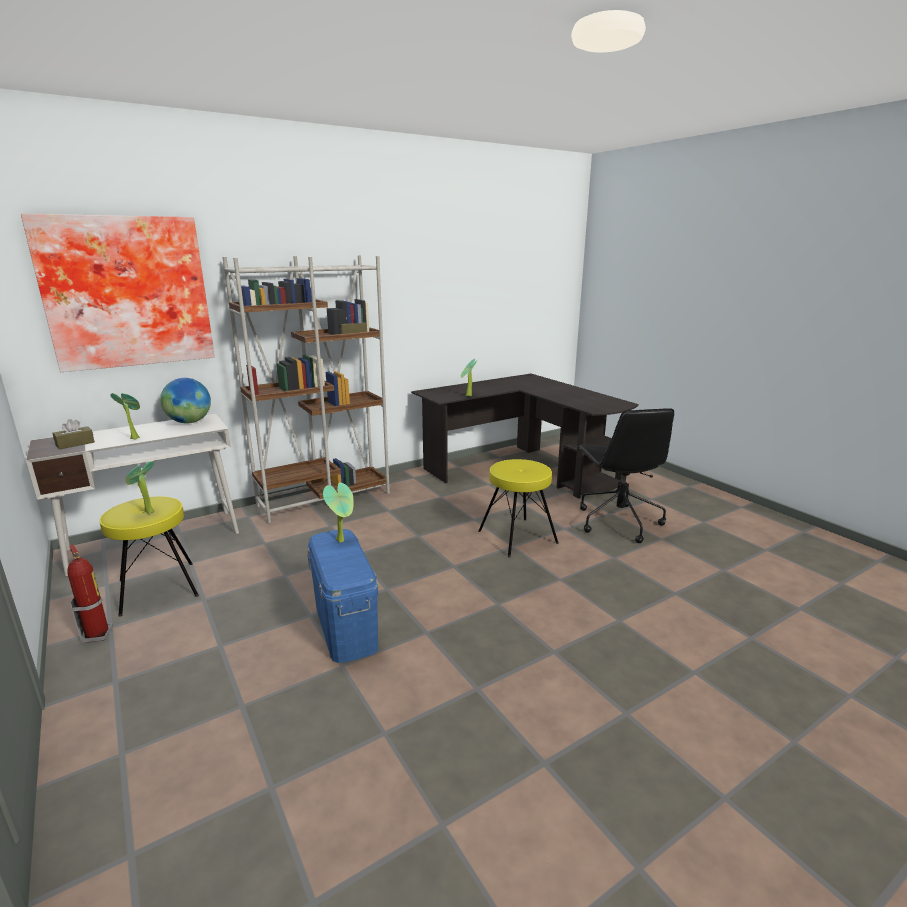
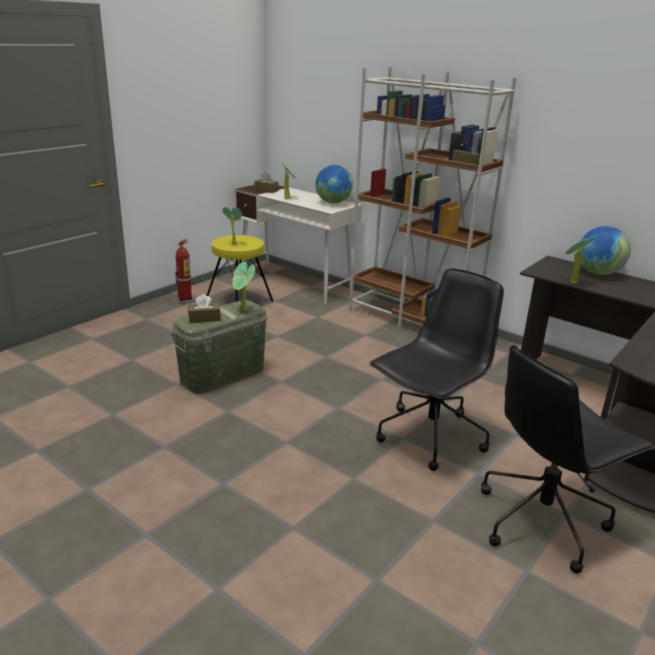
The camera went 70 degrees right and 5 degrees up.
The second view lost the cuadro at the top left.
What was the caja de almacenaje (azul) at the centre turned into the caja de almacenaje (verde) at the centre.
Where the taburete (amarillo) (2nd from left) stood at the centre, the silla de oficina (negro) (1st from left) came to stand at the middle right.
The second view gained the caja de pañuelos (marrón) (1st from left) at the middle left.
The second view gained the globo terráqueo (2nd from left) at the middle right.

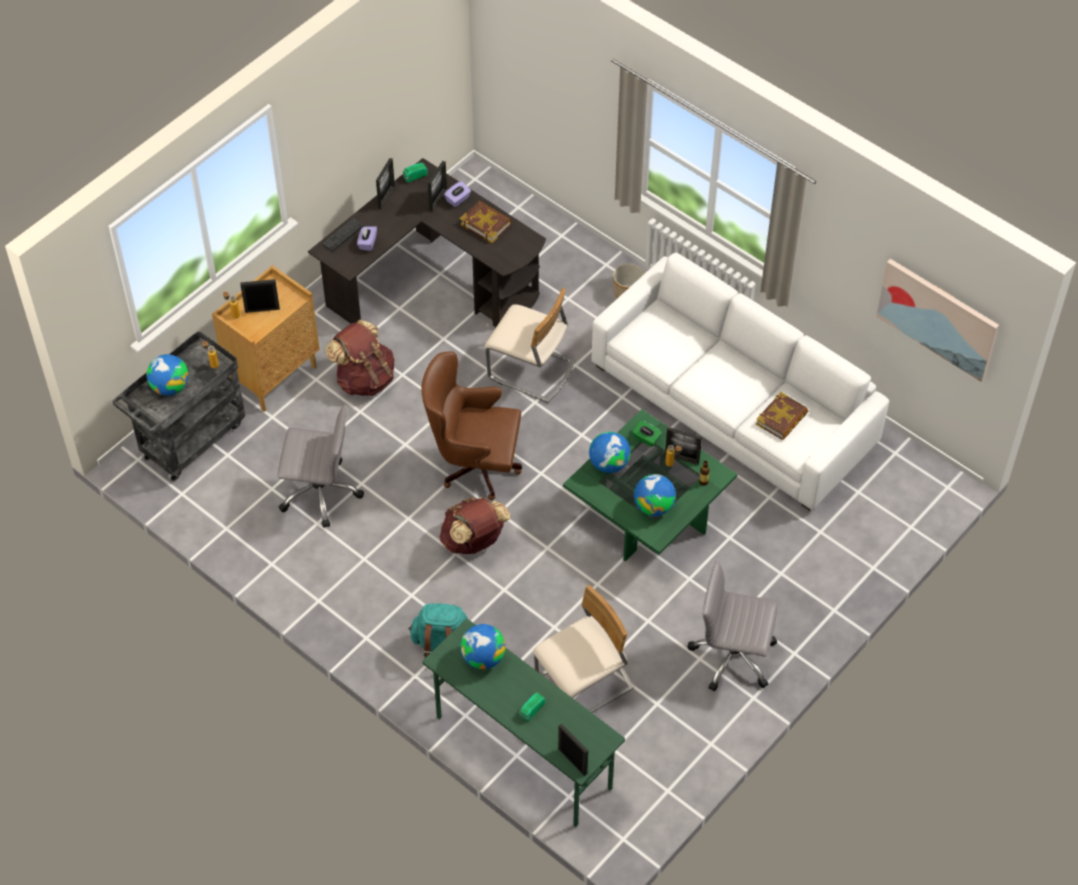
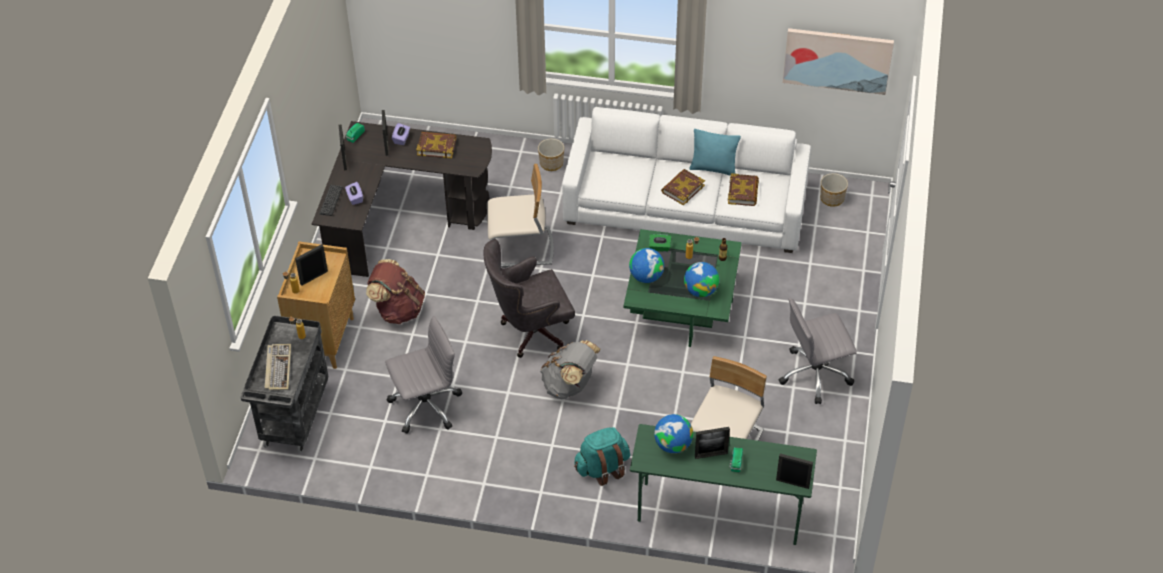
The camera went 30 degrees left and 5 degrees down.
Where the globo terráqueo (1st from left) stood at the middle left, the teclado (1st from left) came to stand at the middle left.
What was the silla de oficina (marrón) at the centre turned into the silla de oficina (gris) (2nd from left) at the centre.
What was the mochila (marrón) (2nd from left) at the centre turned into the mochila (gris) at the centre.
The portarretratos (5th from left in the first image) ended up elsewhere, having gone from the centre to the bottom centre.
The second view gained the libro (2nd from left) at the top centre.
The second view gained the cojín (turquesa) at the top centre.
The second view gained the maceta (2nd from left) at the top right.

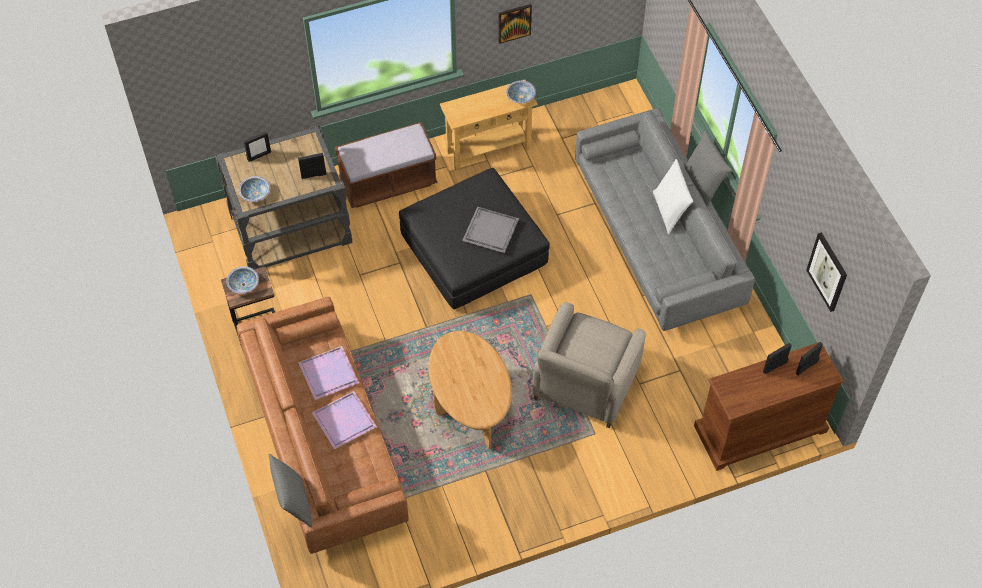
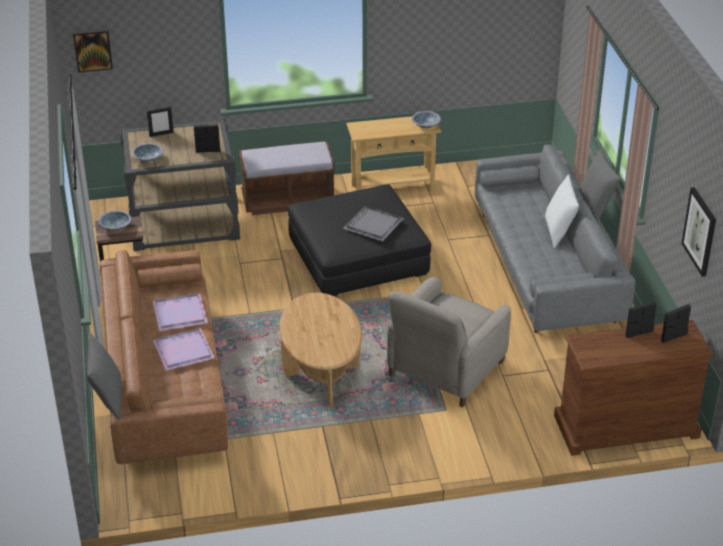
The camera went 10 degrees right and 20 degrees down.
The cuadro (1st from left) ended up elsewhere, having gone from the top centre to the top left.

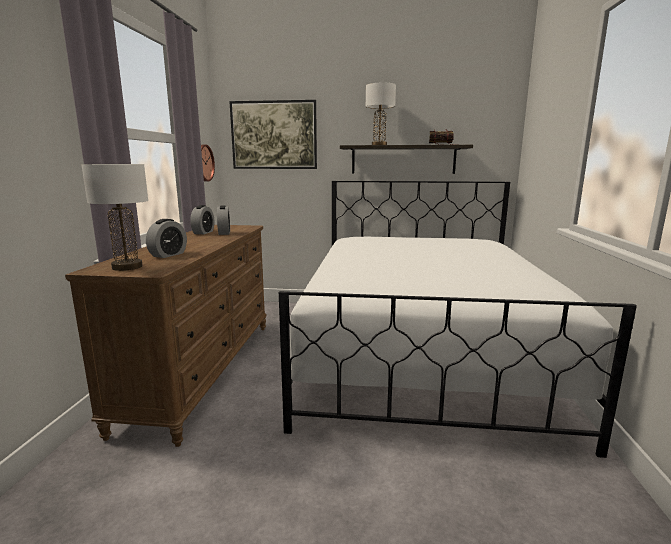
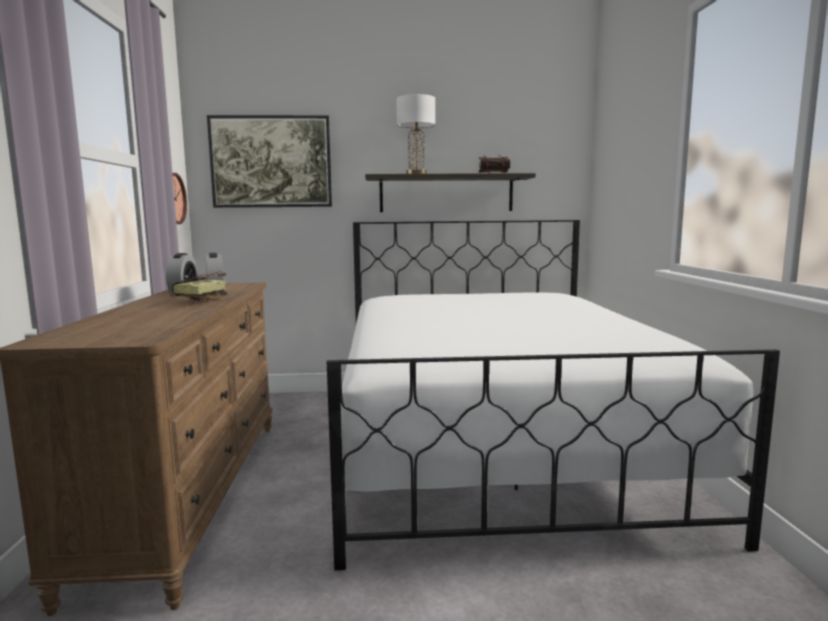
The camera went 10 degrees left and 5 degrees down.
The second view lost the lámpara de mesa (1st from left) at the middle left.
The second view lost the despertador (1st from left) at the middle left.
The second view gained the libro (1st from left) at the middle left.

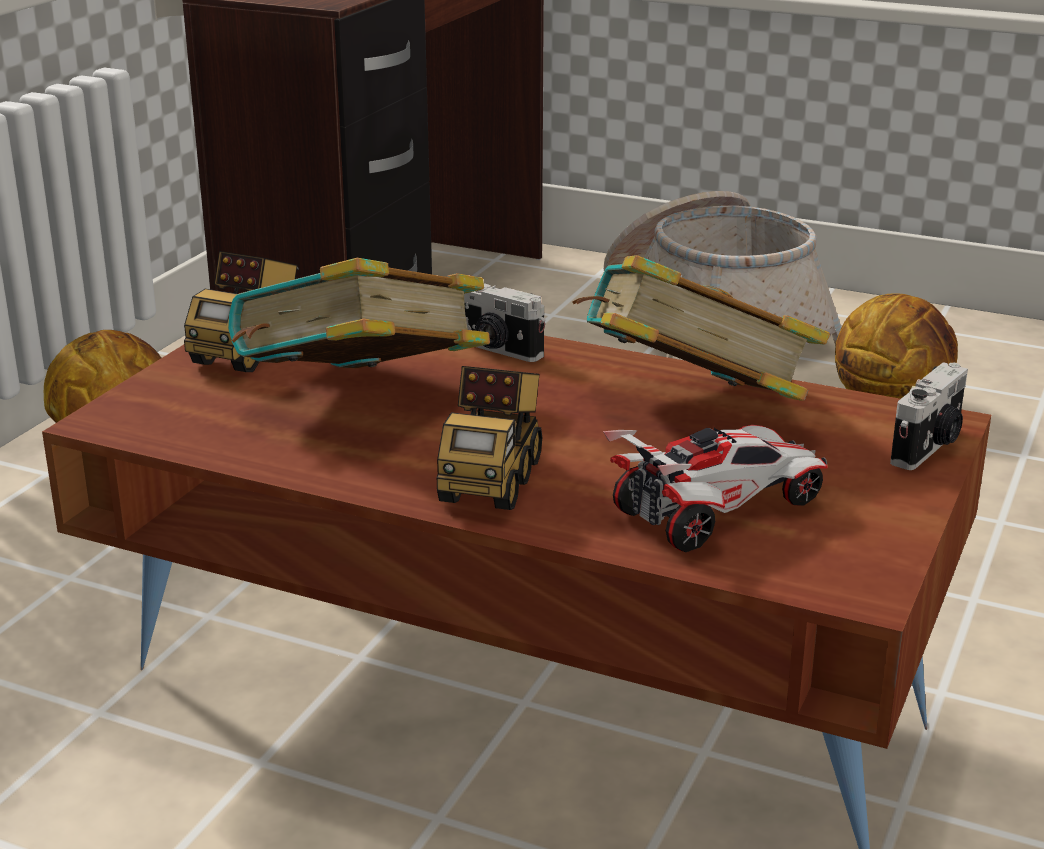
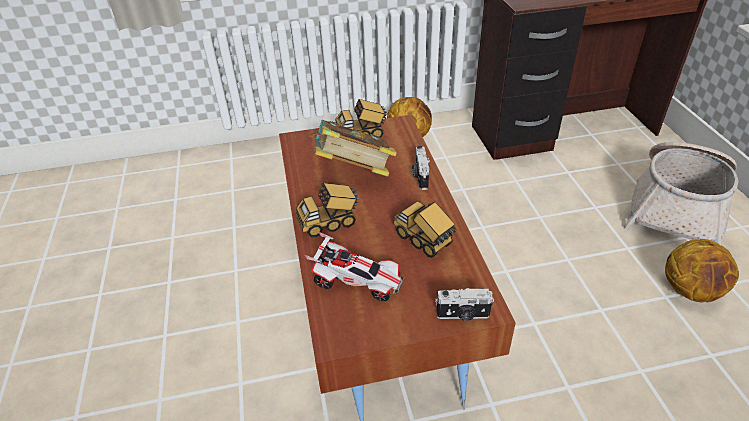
The camera went 55 degrees right and 15 degrees up.
Where the libro (2nd from left) stood at the middle right, the camión de juguete (3rd from left) came to stand at the centre.

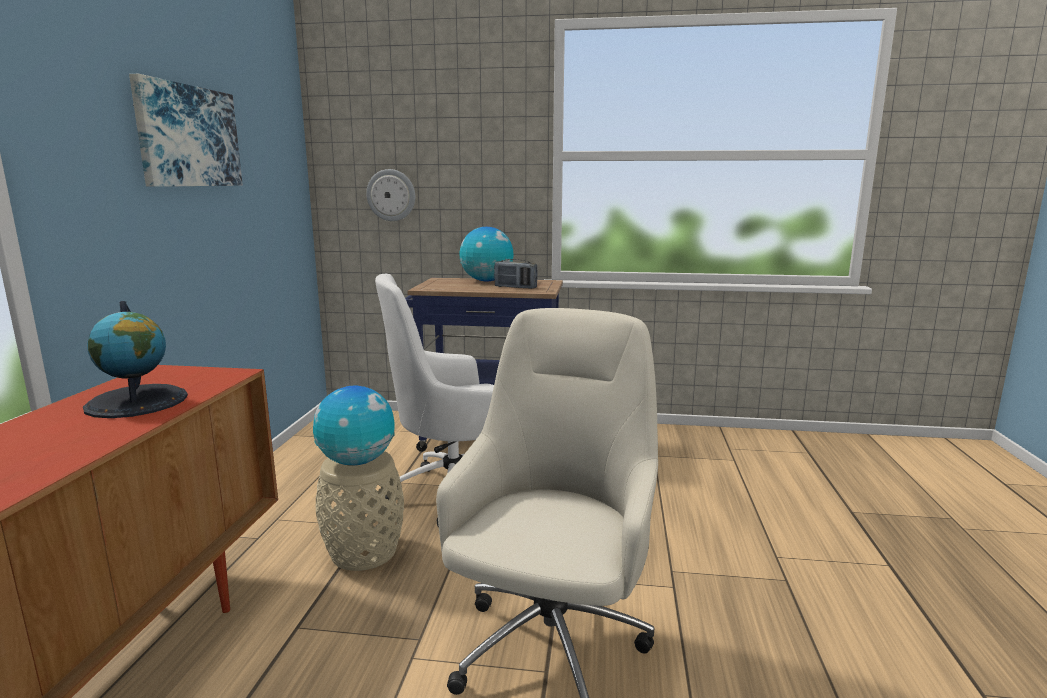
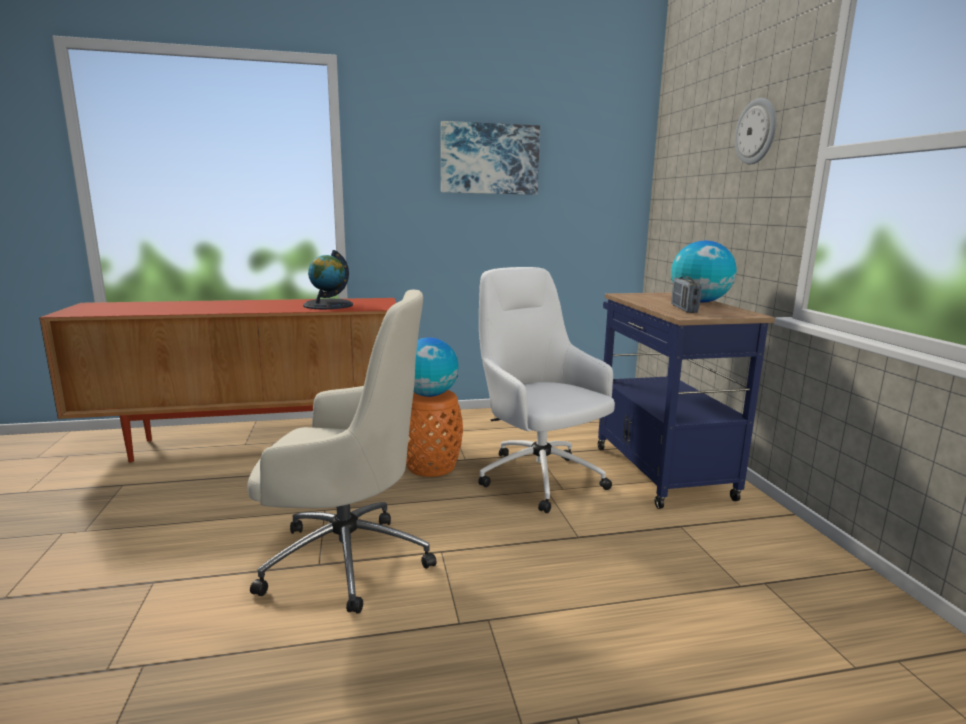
The camera went 70 degrees right and 0 degrees up.
What was the taburete (beis) at the bottom centre turned into the taburete (naranja) at the centre.
The reloj de pared ended up elsewhere, having gone from the top centre to the top right.

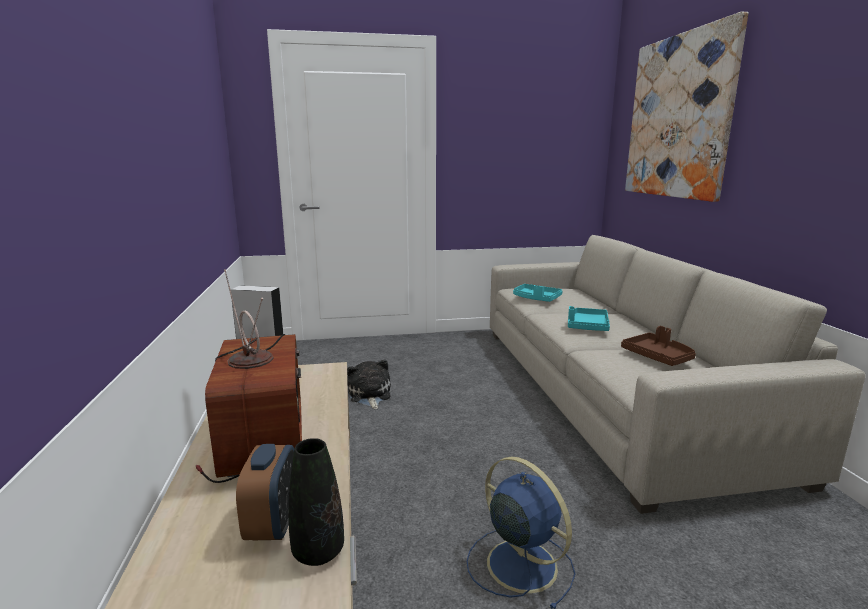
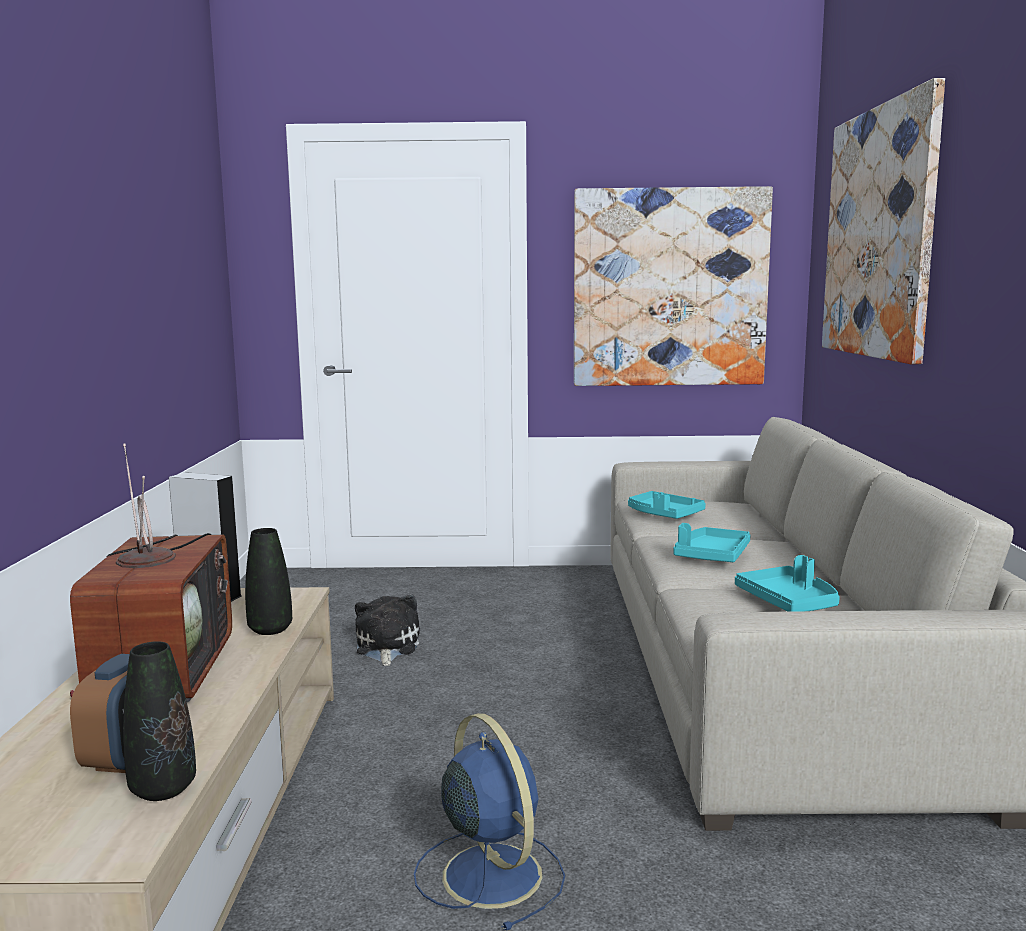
The camera went 10 degrees right and 5 degrees down.
What was the bandeja (marrón) at the middle right turned into the bandeja (turquesa) (3rd from left) at the middle right.
The second view gained the florero (negro) (2nd from left) at the middle left.
The second view gained the cuadro (1st from left) at the top centre.

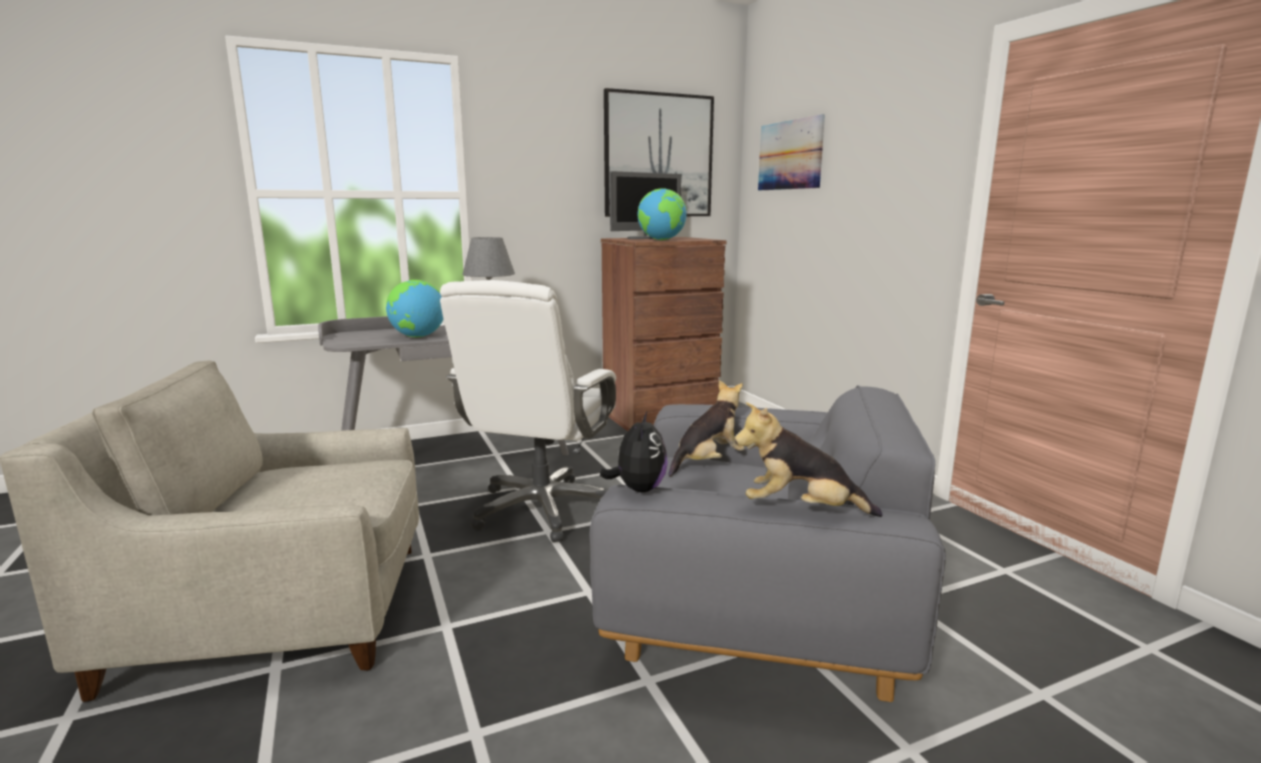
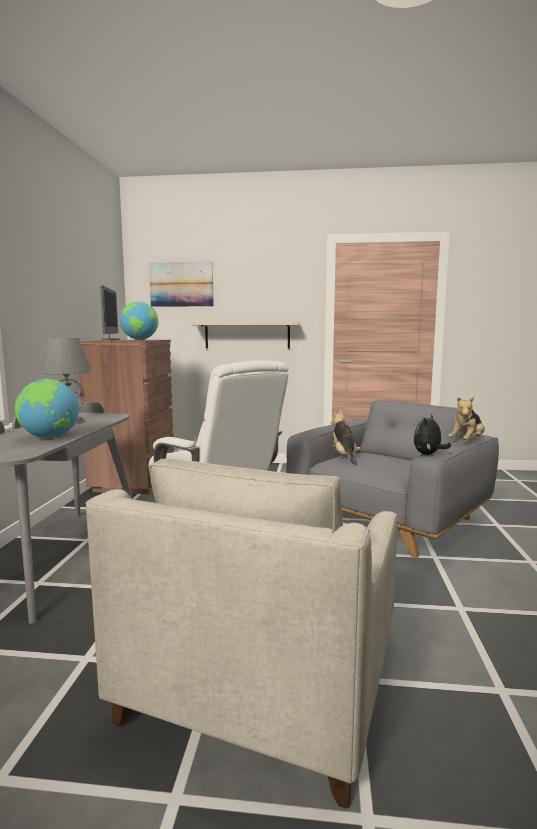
The camera went 60 degrees left and 5 degrees down.
The peluche (1st from left in the first image) at the centre ended up facing another way, 90 degrees counterclockwise from before.
The second view lost the cuadro (1st from left) at the top centre.
The second view gained the estante (beis) at the centre.

